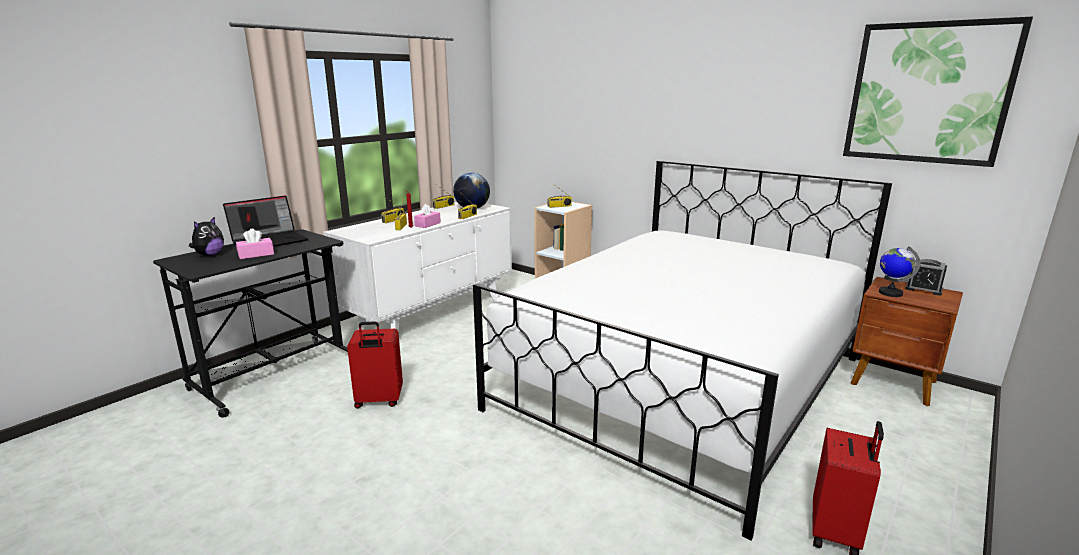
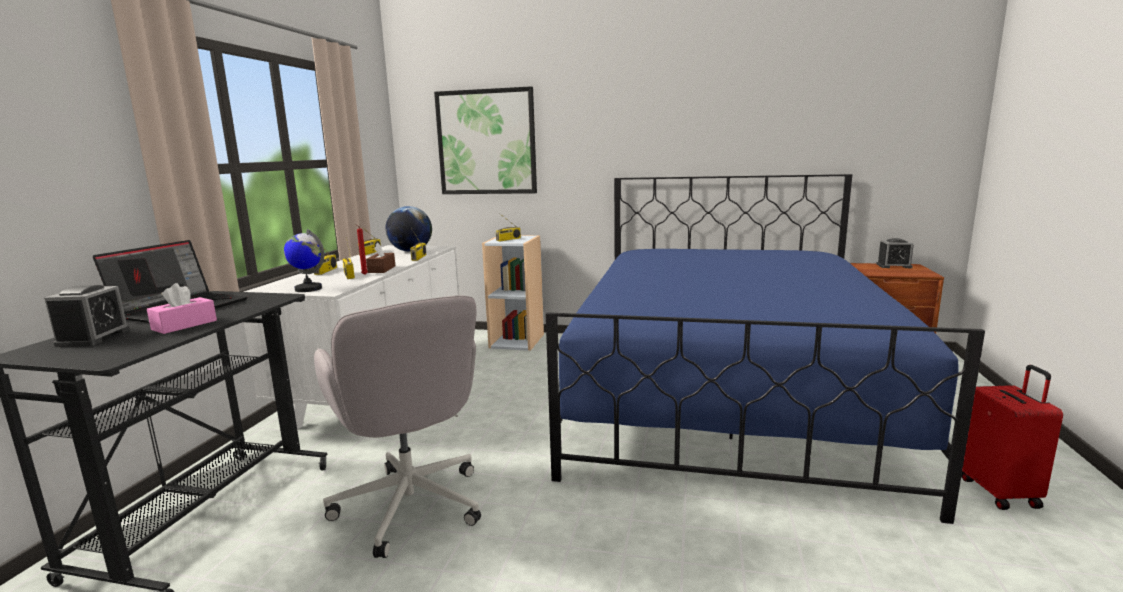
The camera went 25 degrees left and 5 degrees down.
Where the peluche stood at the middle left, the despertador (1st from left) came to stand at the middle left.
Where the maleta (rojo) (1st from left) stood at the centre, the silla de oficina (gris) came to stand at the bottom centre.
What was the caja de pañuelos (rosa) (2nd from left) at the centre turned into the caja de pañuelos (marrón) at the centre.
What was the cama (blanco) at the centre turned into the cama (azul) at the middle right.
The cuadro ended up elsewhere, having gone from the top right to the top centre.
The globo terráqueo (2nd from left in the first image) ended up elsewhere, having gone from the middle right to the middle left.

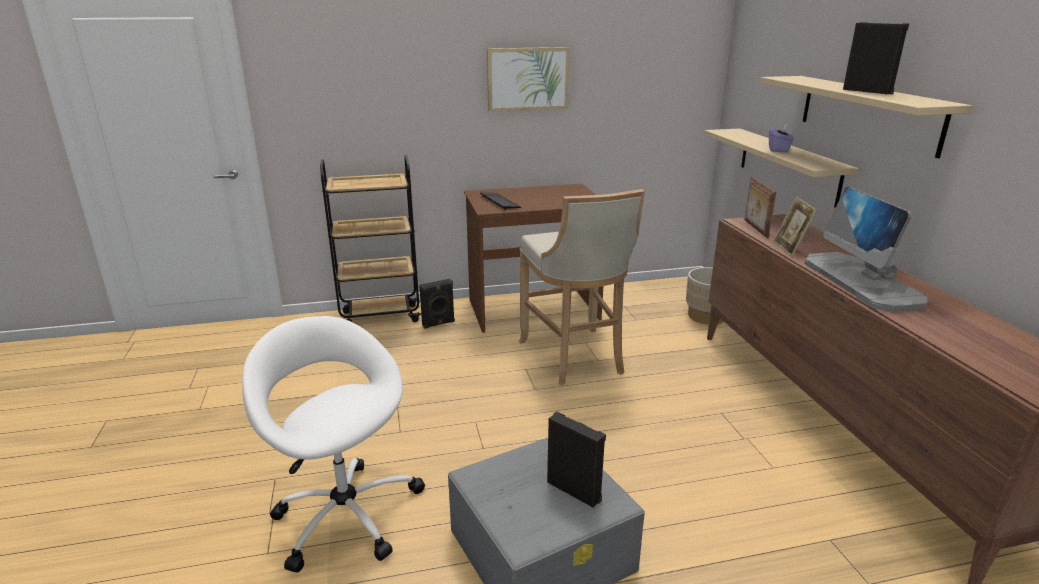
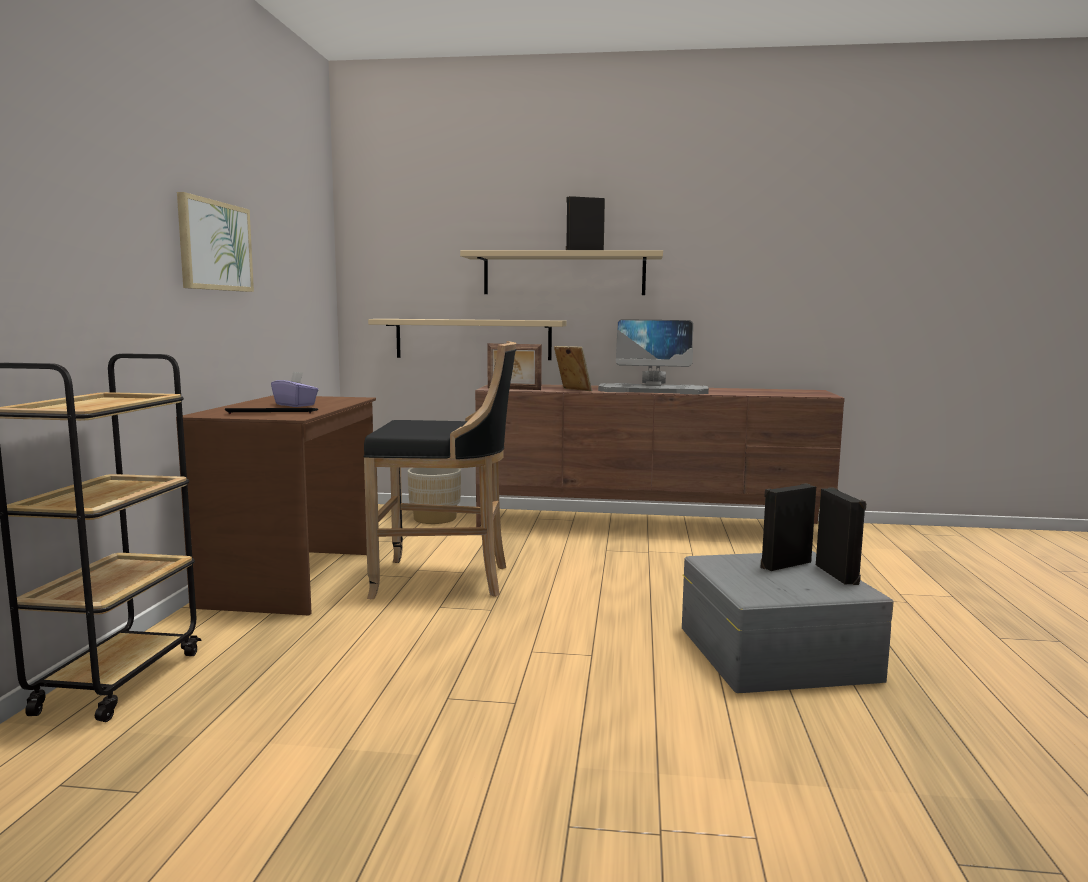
The camera went 70 degrees left and 15 degrees down.
The second view lost the silla de oficina (blanco) at the bottom left.
The altavoz (negro) (1st from left in the first image) ended up elsewhere, having gone from the centre to the middle right.
What was the taburete (beis) at the centre turned into the taburete (negro) at the centre.
The caja de pañuelos (morado) ended up elsewhere, having gone from the top right to the middle left.
The portarretratos (2nd from left) at the middle right ended up facing another way, 150 degrees counterclockwise from before.

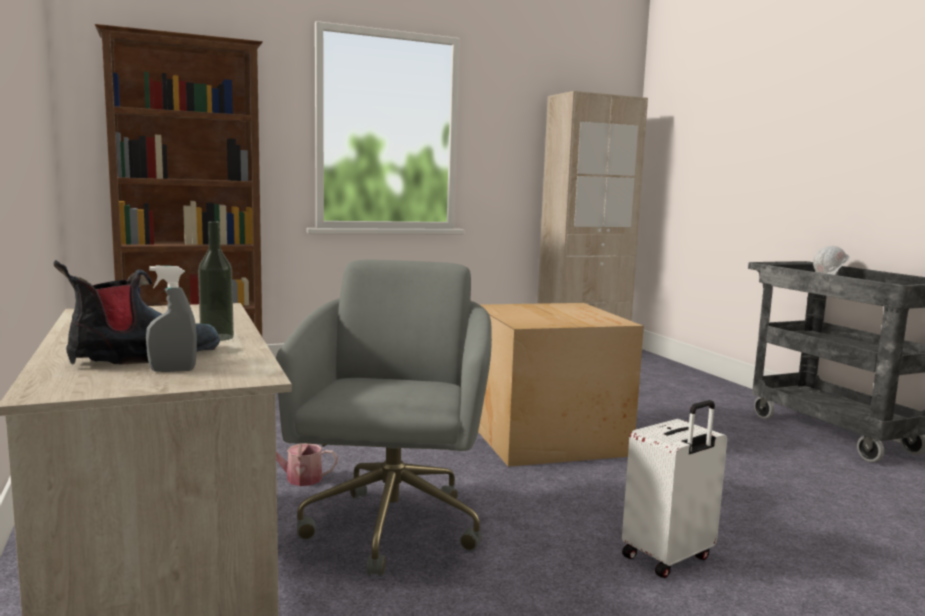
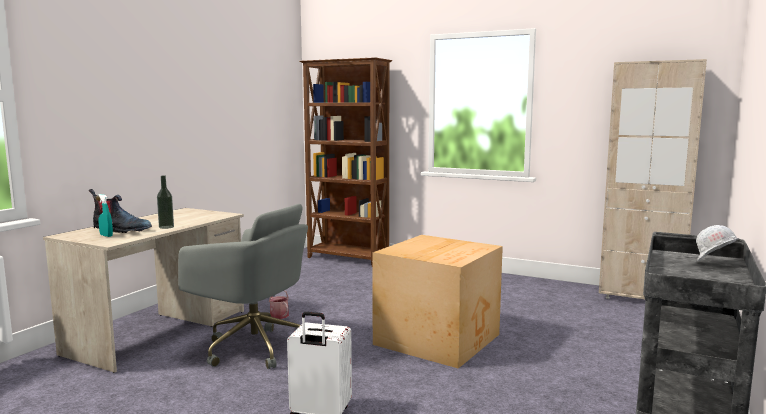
The camera went 50 degrees right and 0 degrees up.
What was the pulverizador (gris) at the middle left turned into the pulverizador (turquesa) at the middle left.
The silla de oficina (gris) at the bottom centre ended up facing another way, 60 degrees clockwise from before.

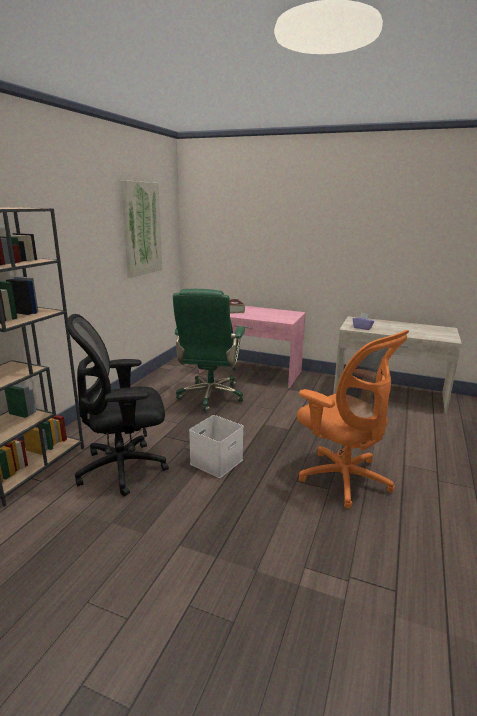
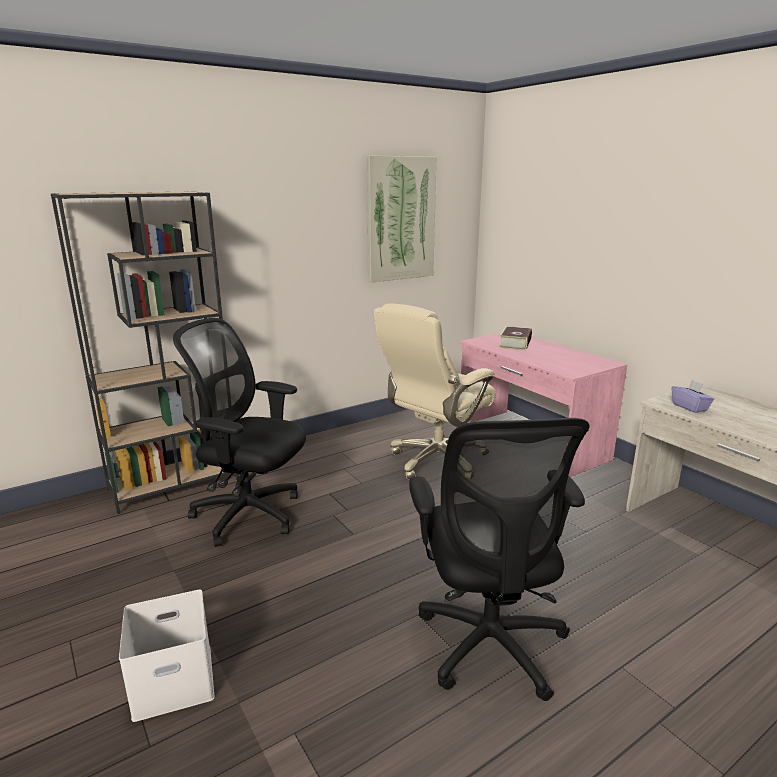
The camera went 35 degrees right and 0 degrees up.
What was the silla de oficina (verde) at the centre turned into the silla de oficina (beis) at the centre.
The caja de almacenaje (blanco) ended up elsewhere, having gone from the centre to the bottom left.
What was the silla de oficina (naranja) at the middle right turned into the silla de oficina (negro) (2nd from left) at the bottom centre.

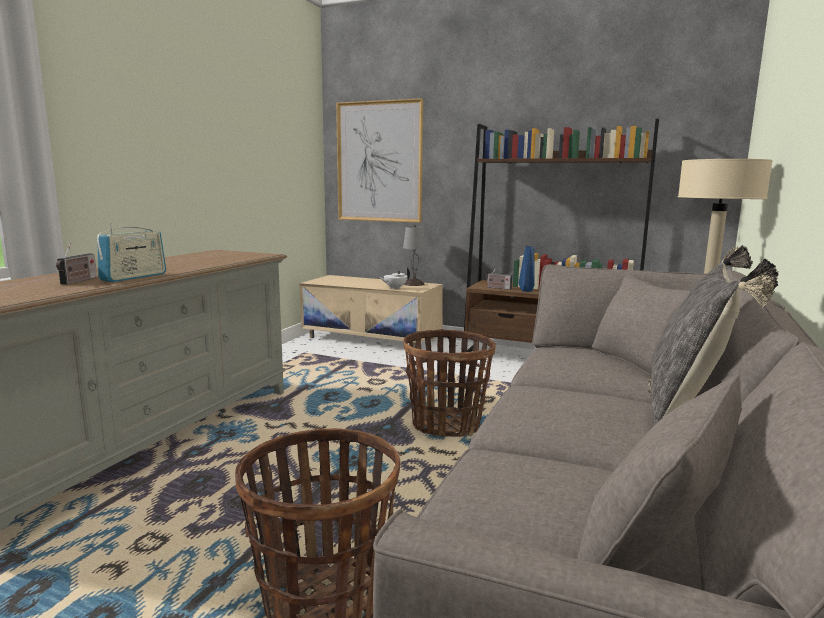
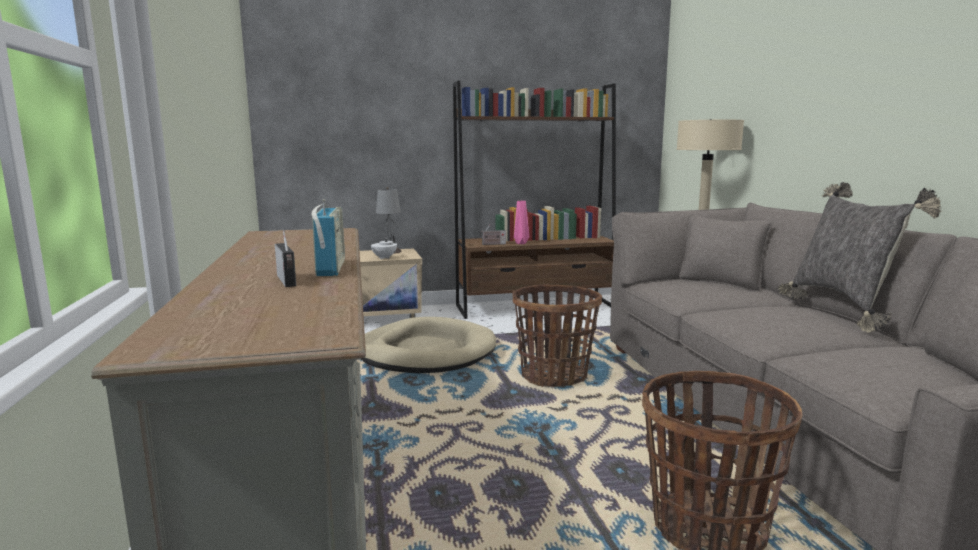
The camera went 35 degrees left and 0 degrees up.
The second view lost the cuadro at the top centre.
What was the florero (azul) at the centre turned into the florero (rosa) at the centre.
The second view gained the cama para perro (beis) at the centre.

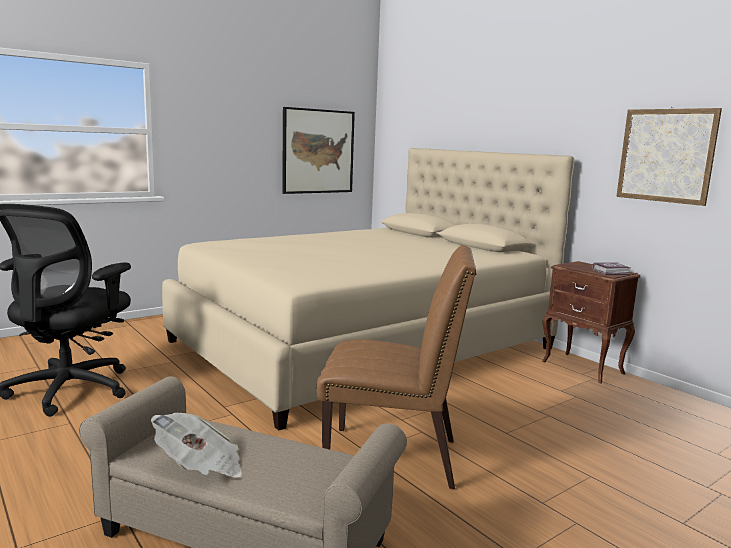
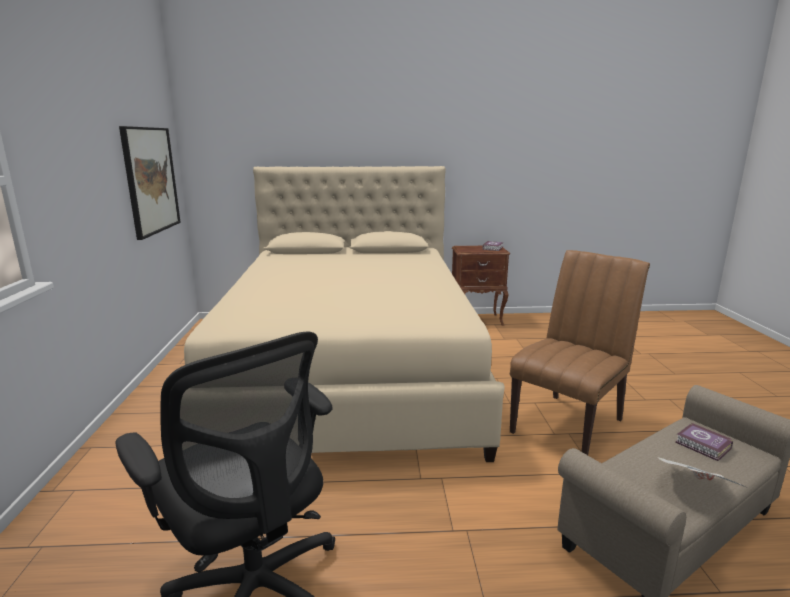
The camera went 55 degrees left and 5 degrees up.
The second view lost the cuadro (2nd from left) at the top right.
The second view gained the libro (2nd from left) at the bottom right.

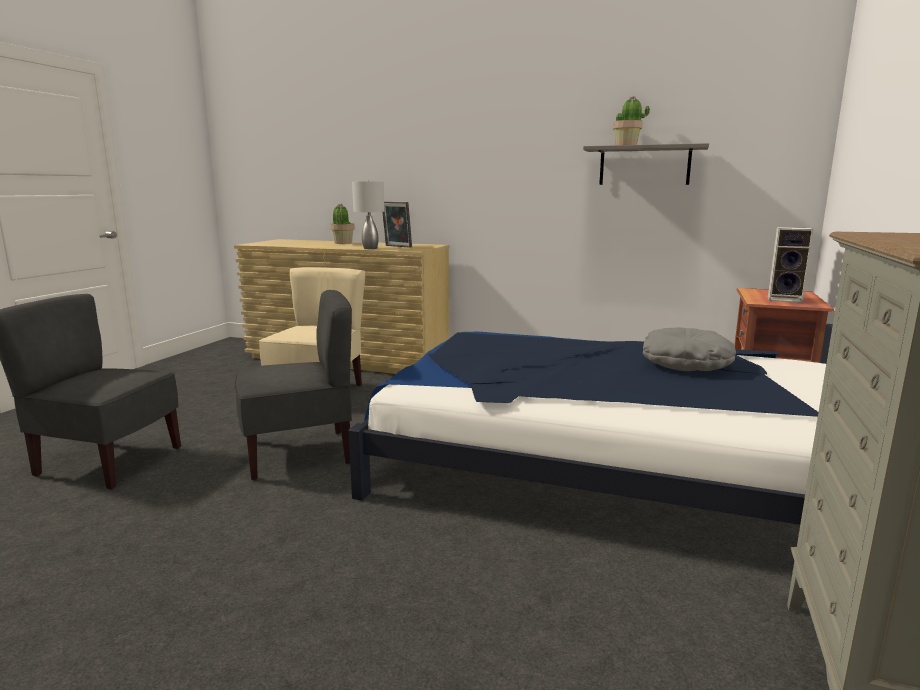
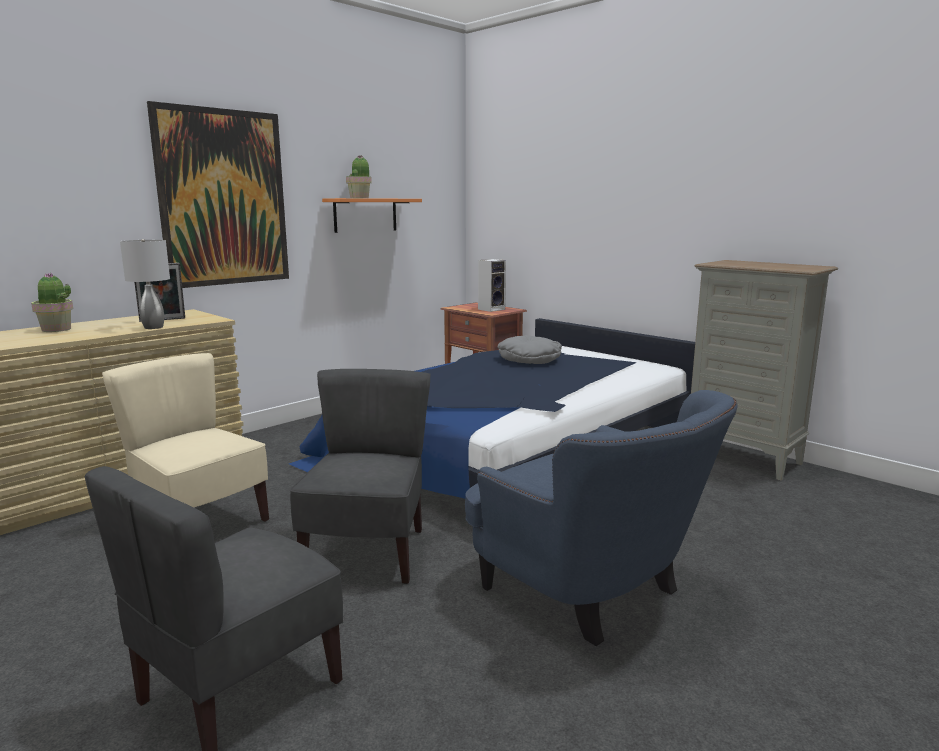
The camera went 65 degrees left and 0 degrees up.
What was the estante (gris) at the top right turned into the estante (naranja) at the top centre.
The second view gained the cuadro at the top left.
The second view gained the sillón (azul) at the bottom centre.

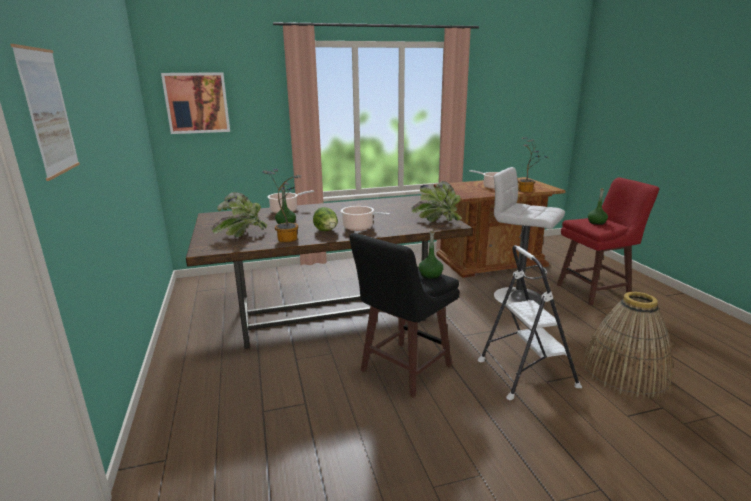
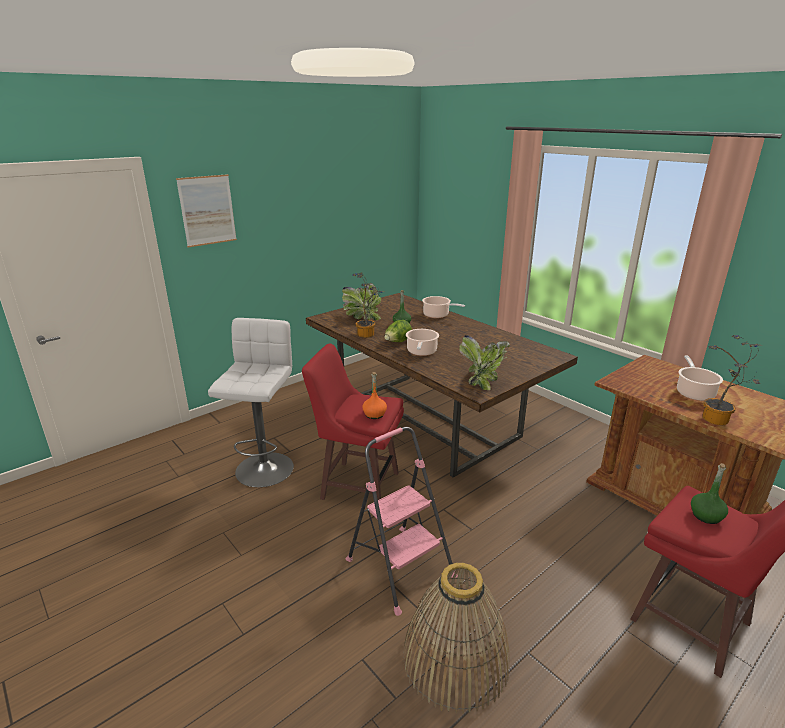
The camera went 65 degrees right and 5 degrees up.
The second view lost the cuadro (2nd from left) at the top left.
What was the taburete (negro) at the centre turned into the taburete (rojo) (1st from left) at the centre.
What was the botella (verde) (2nd from left) at the centre turned into the botella (naranja) at the centre.
What was the escalera de tijera (blanco) at the middle right turned into the escalera de tijera (rosa) at the bottom centre.
The taburete (blanco) ended up elsewhere, having gone from the middle right to the middle left.

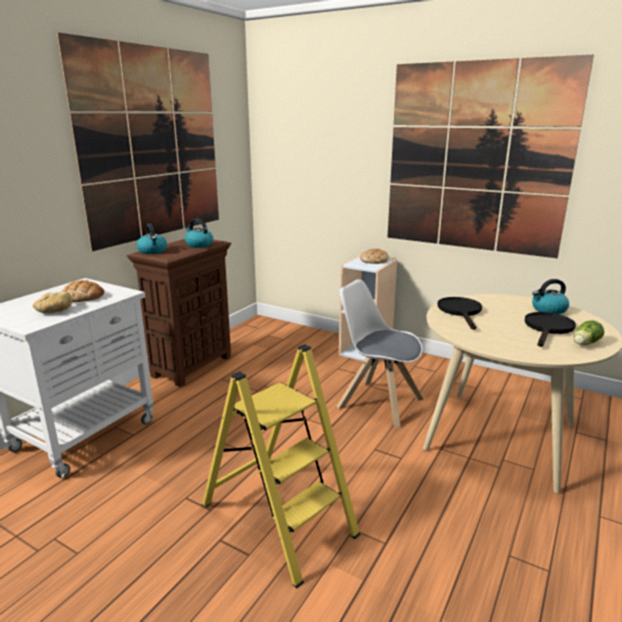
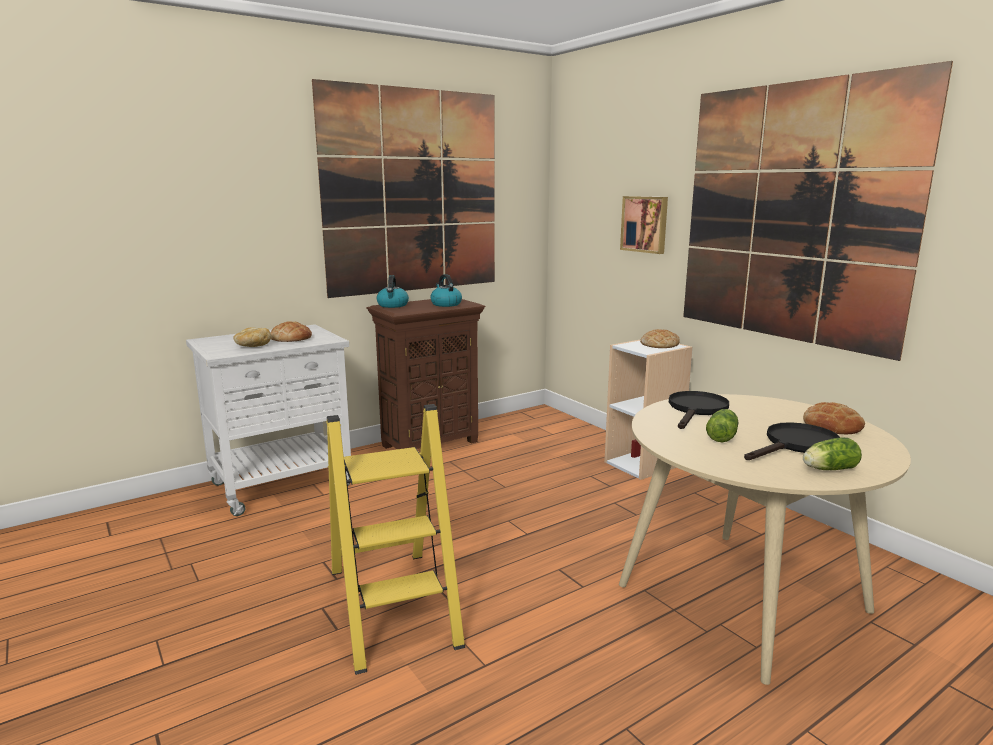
The camera went 25 degrees right and 5 degrees down.
The second view lost the silla at the centre.
Where the hervidor (3rd from left) stood at the middle right, the pan (4th from left) came to stand at the middle right.
The second view gained the cuadro (2nd from left) at the top centre.
The second view gained the lechuga (1st from left) at the middle right.

